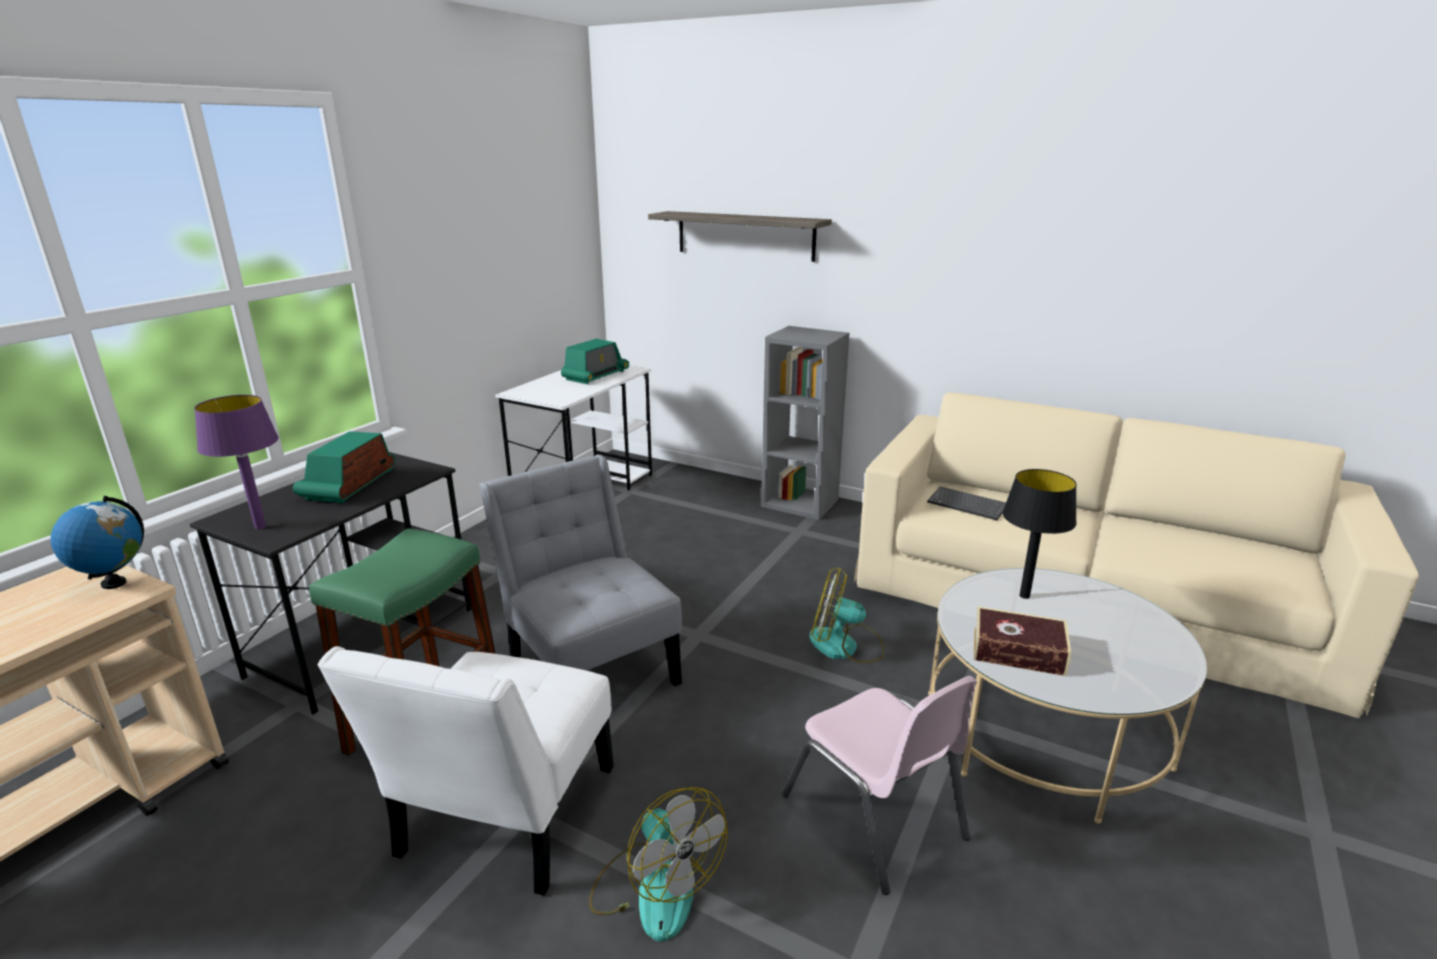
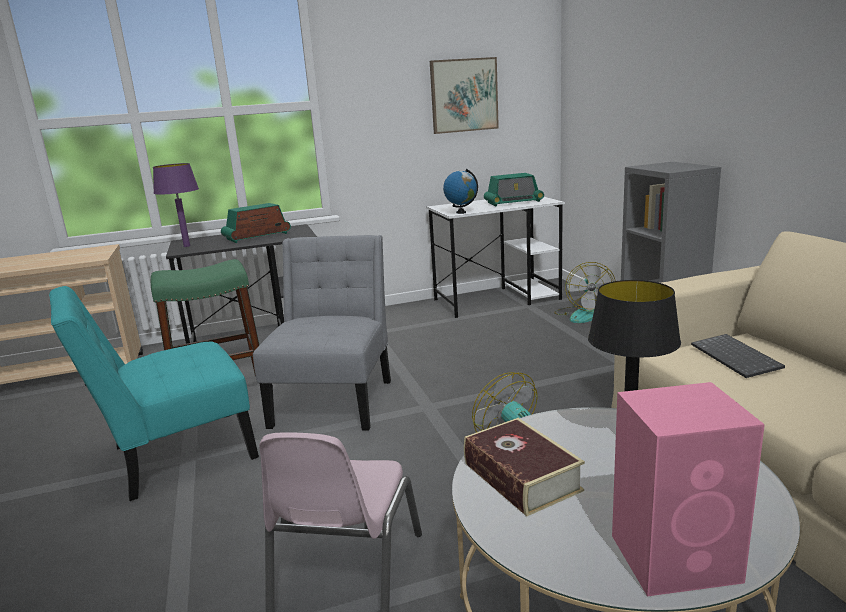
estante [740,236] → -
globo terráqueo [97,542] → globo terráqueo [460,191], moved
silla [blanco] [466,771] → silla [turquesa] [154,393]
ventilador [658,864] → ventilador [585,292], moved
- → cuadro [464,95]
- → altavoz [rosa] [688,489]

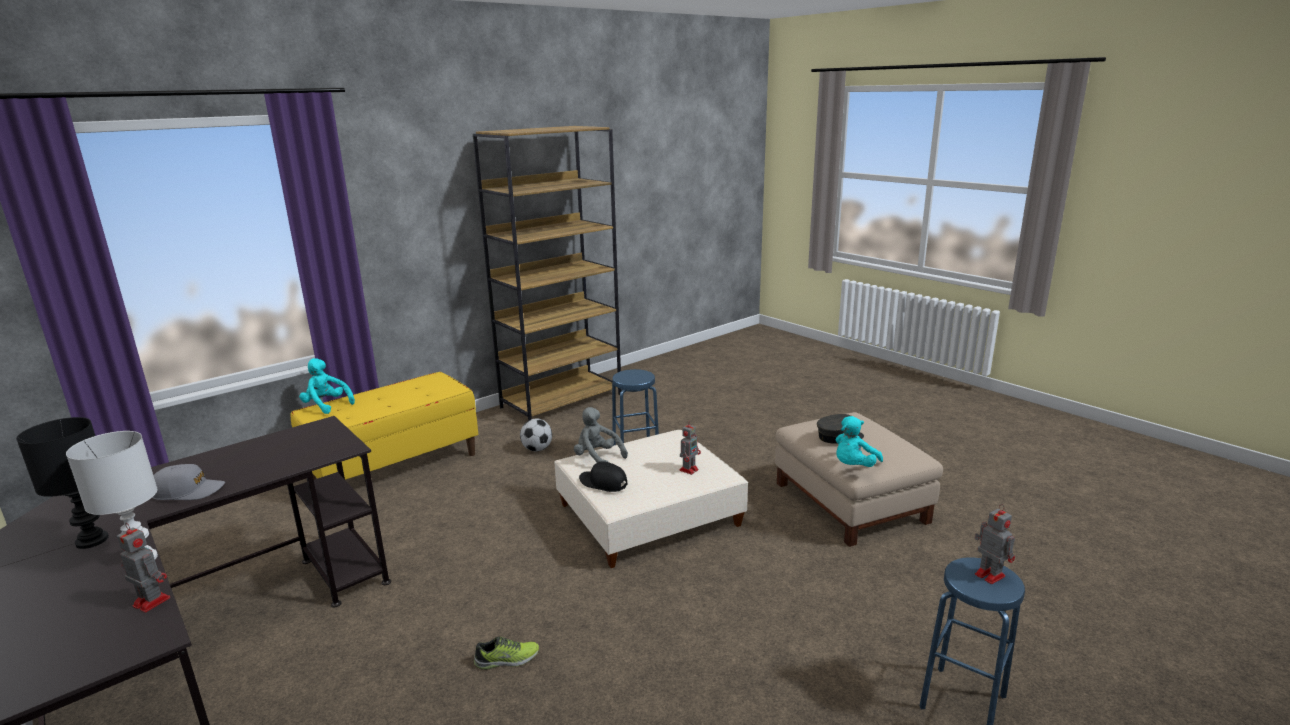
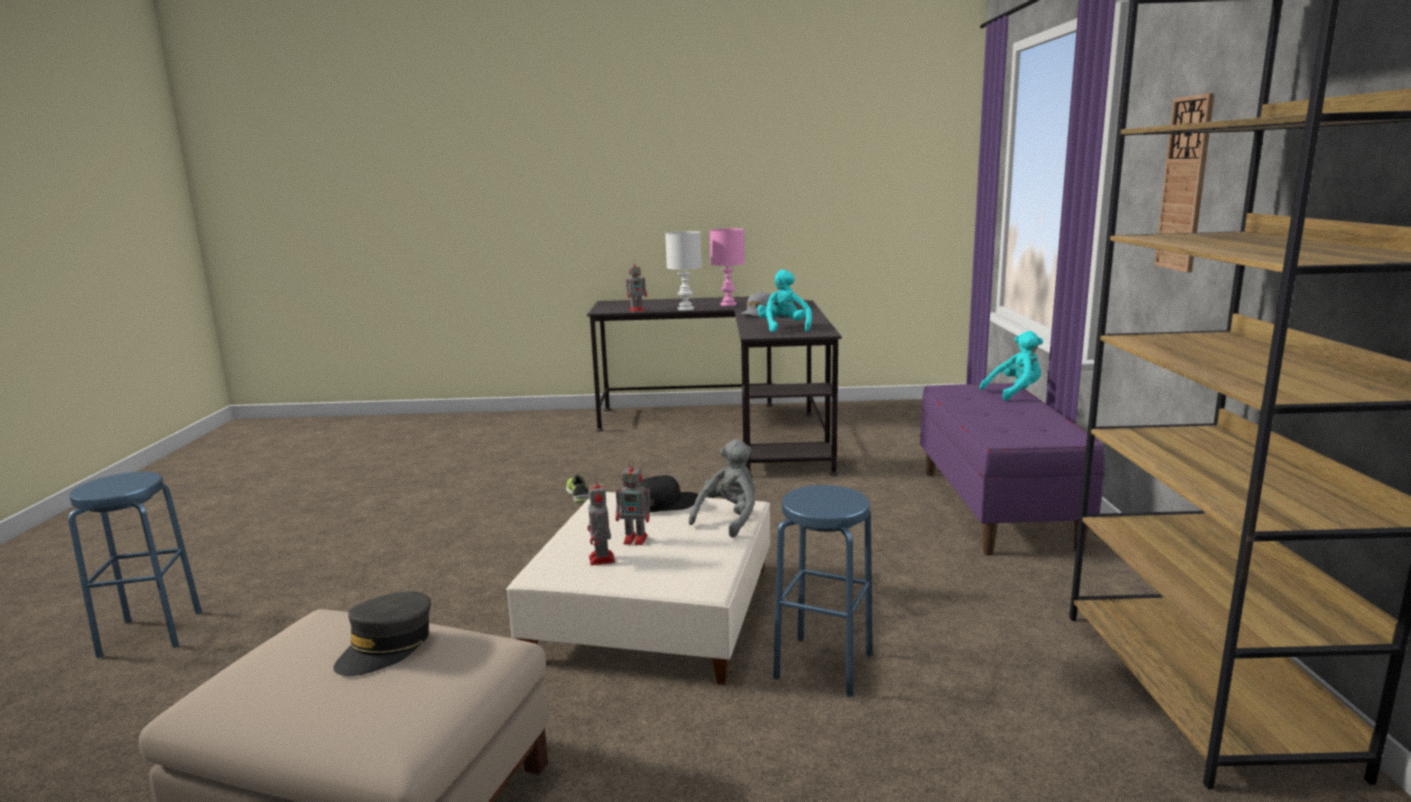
banco [amarillo] [384,426] → banco [morado] [1012,469]
peluche [gris] [601,435] → peluche [gris] [722,488], 45 degrees counterclockwise
peluche [turquesa] [859,441] → peluche [turquesa] [784,301], moved
lámpara de mesa [negro] [62,483] → lámpara de mesa [rosa] [727,267]
balón de fútbol [536,435] → -
robot de juguete [994,544] → robot de juguete [635,502], moved
zapato [506,653] → zapato [577,489], 135 degrees clockwise
- → reloj de pared [1184,183]

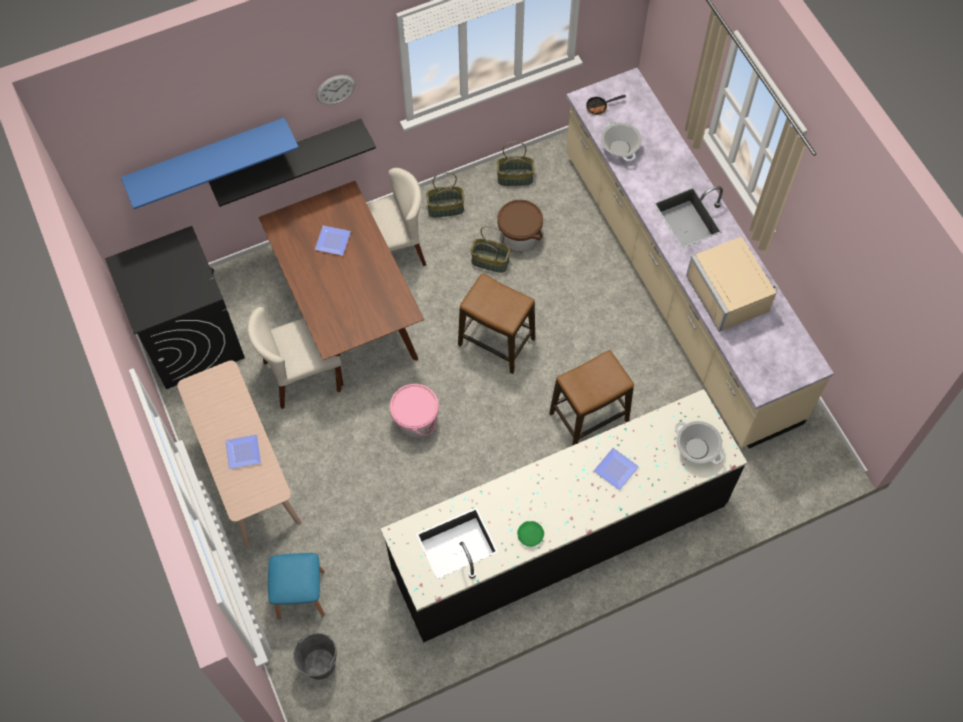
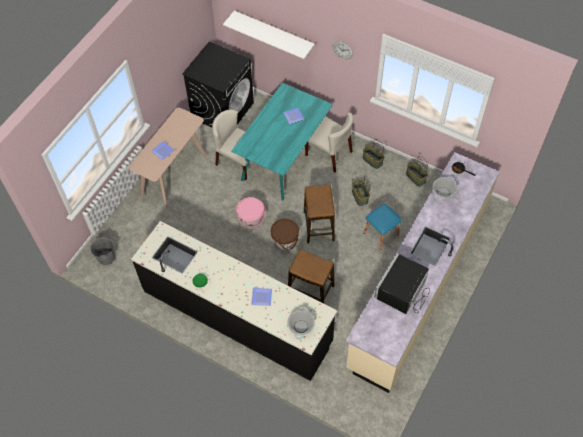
estante [azul] [210,163] → estante [blanco] [269,35]
estante [negro] [292,163] → -
mesa de comedor [marrón] [341,286] → mesa de comedor [turquesa] [282,142]
cubo [marrón] [520,225] → cubo [marrón] [285,234], moved
microondas [beis] [732,284] → microondas [negro] [402,283]
taburete [azul] [296,586] → taburete [azul] [382,227], moved

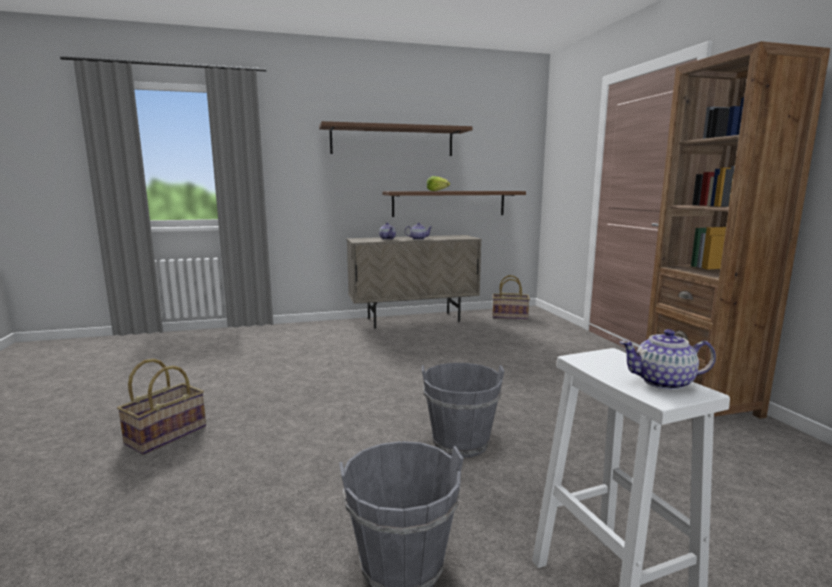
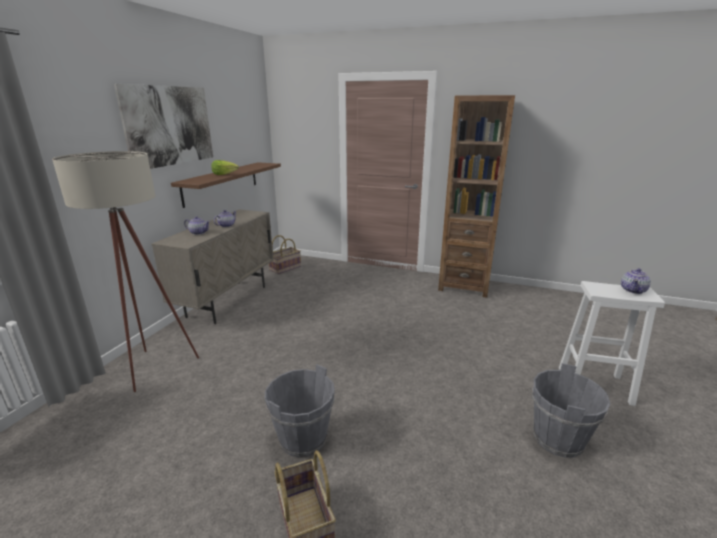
estante [marrón] [396,138] → cuadro [163,126]
cubo [gris] [463,410] → cubo [gris] [300,410], moved
- → lámpara de pie [beis] [125,271]

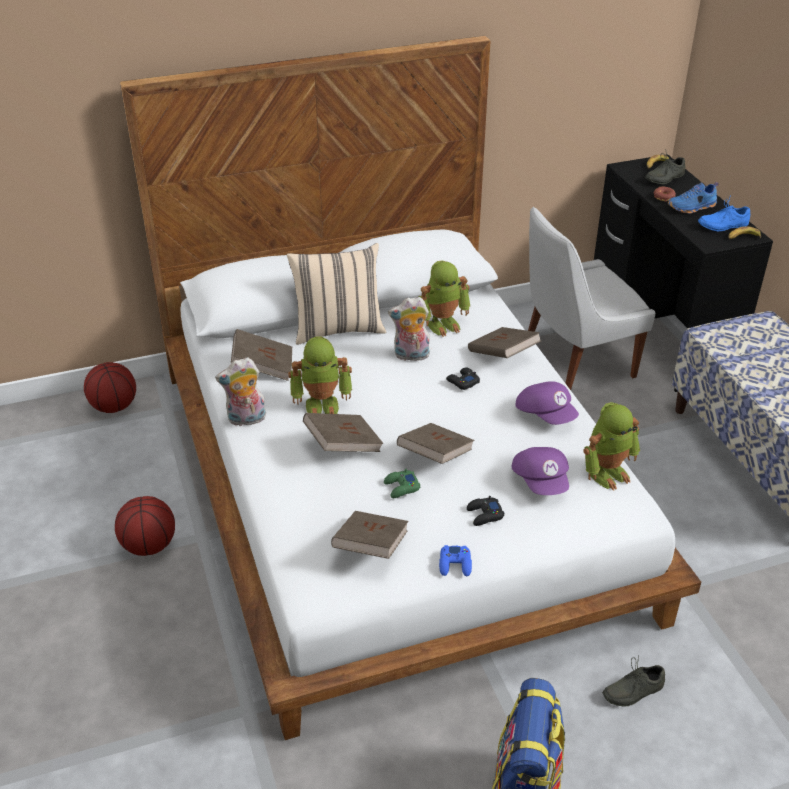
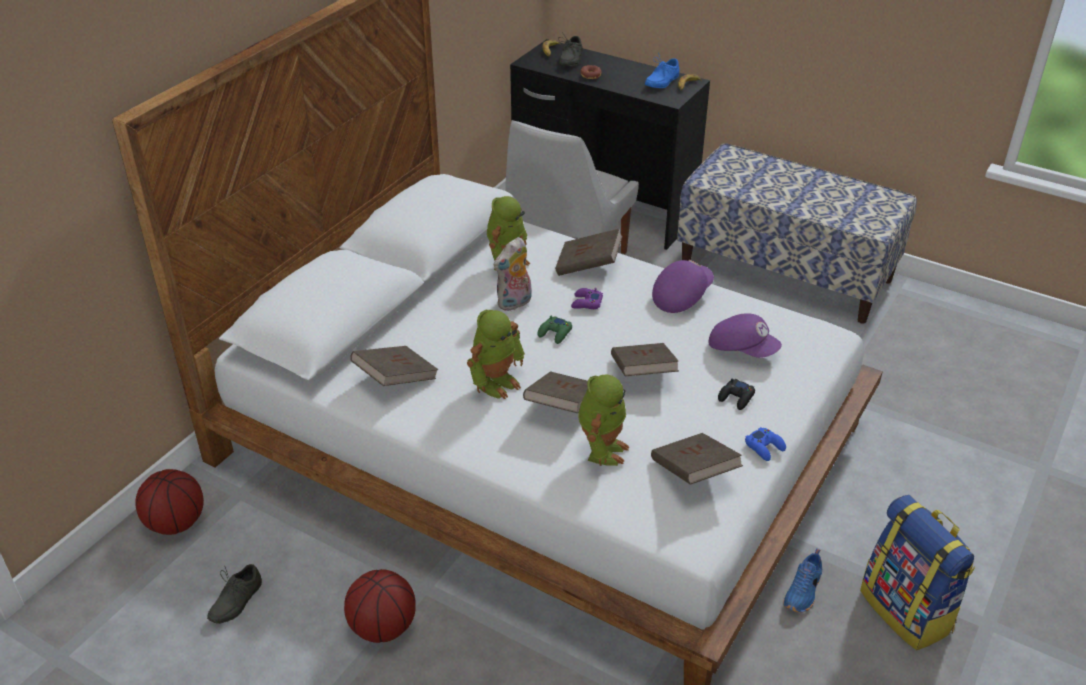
zapato [azul] [693,198] → zapato [azul] [802,580], moved
cojín [beis] [337,294] → -
peluche [240,391] → -
mando de consola [negro] [463,378] → mando de consola [morado] [587,298]
gorra [morado] [547,403] → gorra [morado] [683,286], 60 degrees counterclockwise
robot de juguete [611,446] → robot de juguete [604,420], moved
mando de consola [verde] [402,483] → mando de consola [verde] [554,330], moved
zapato [gris] [633,680] → zapato [gris] [234,594], moved

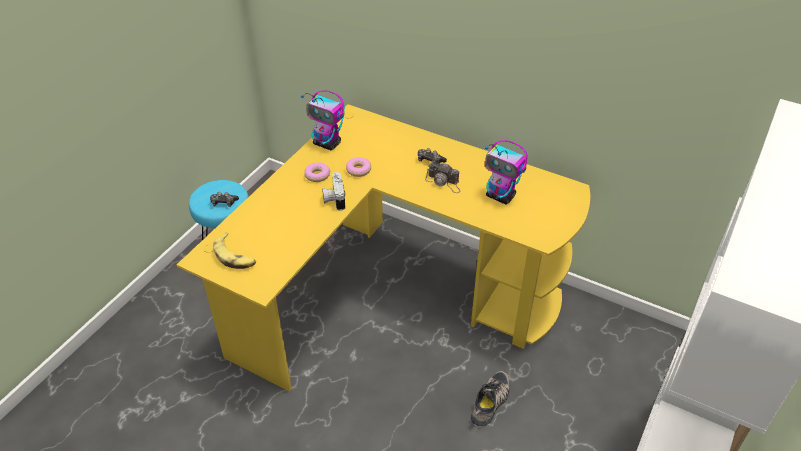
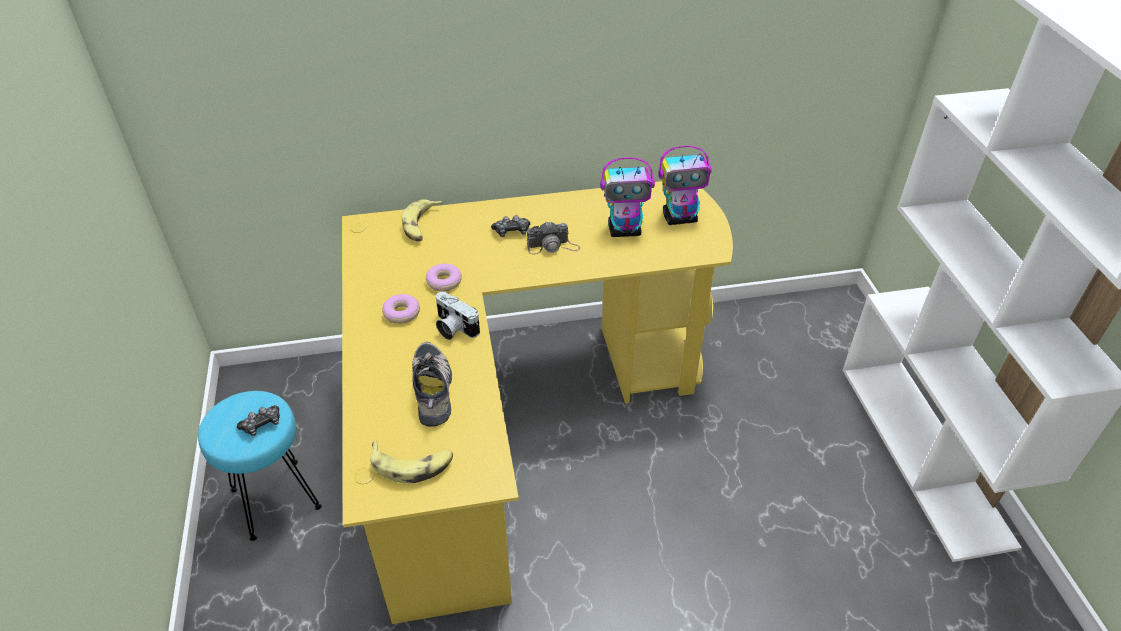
robot de juguete [323,120] → robot de juguete [685,185], moved
zapato [490,398] → zapato [432,384], moved
- → plátano [422,220]

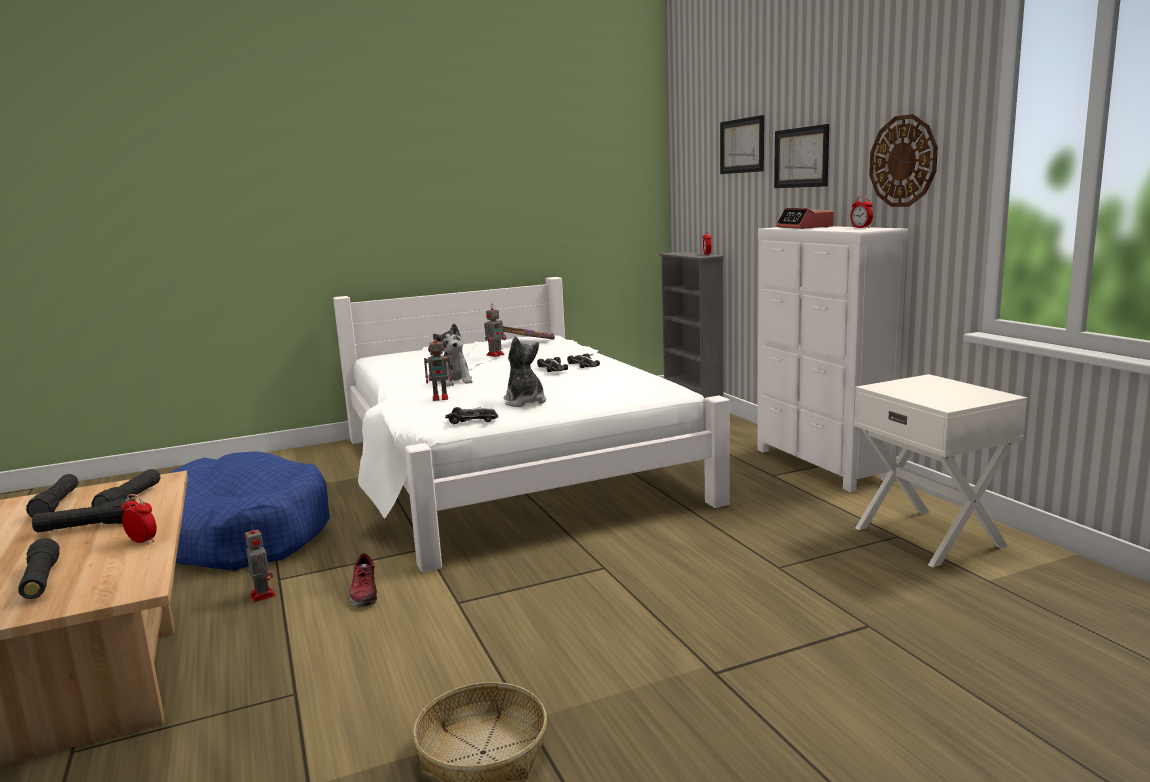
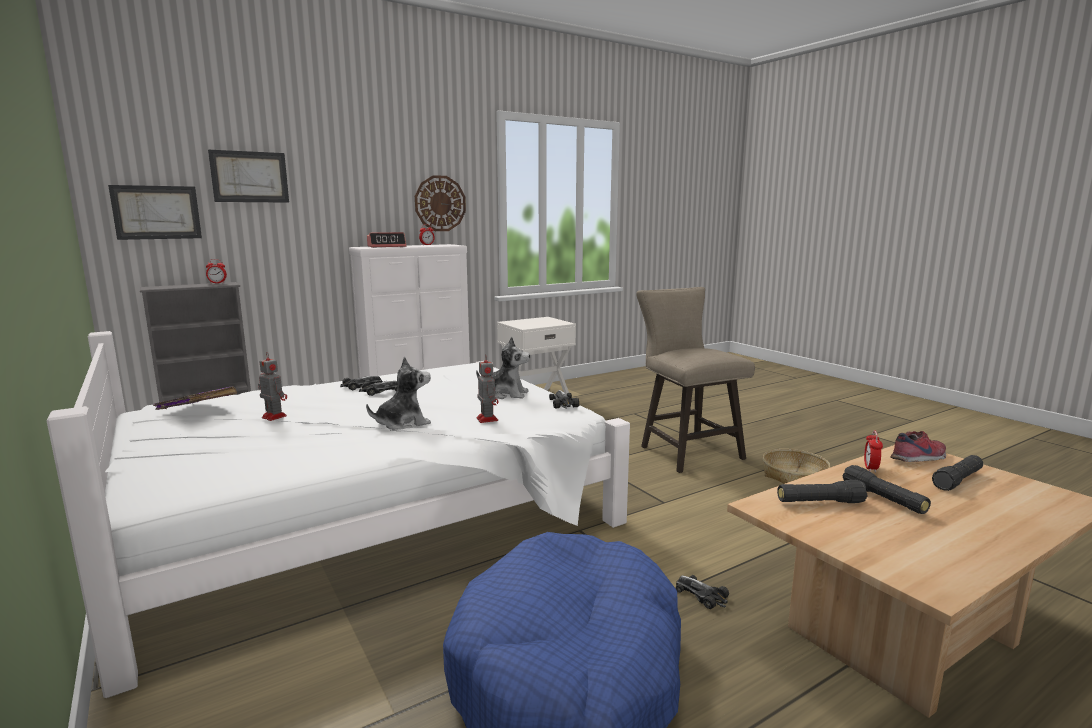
cuadro [801,156] → cuadro [155,212], moved
peluche [525,371] → peluche [503,368], 135 degrees counterclockwise
linterna [negro] [52,496] → -
robot de juguete [260,563] → coche de juguete [702,592]
zapato [363,580] → zapato [918,446], moved
- → taburete [beis] [695,380]

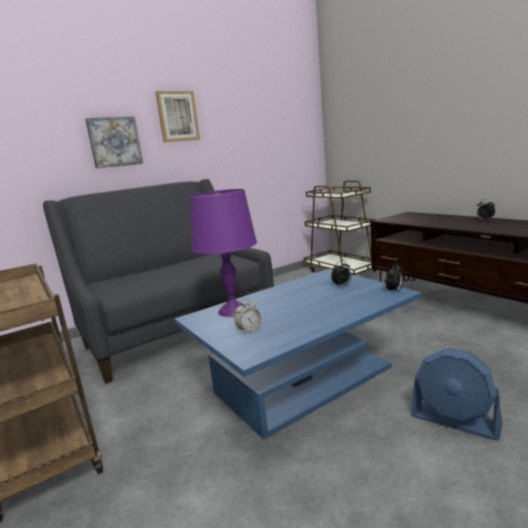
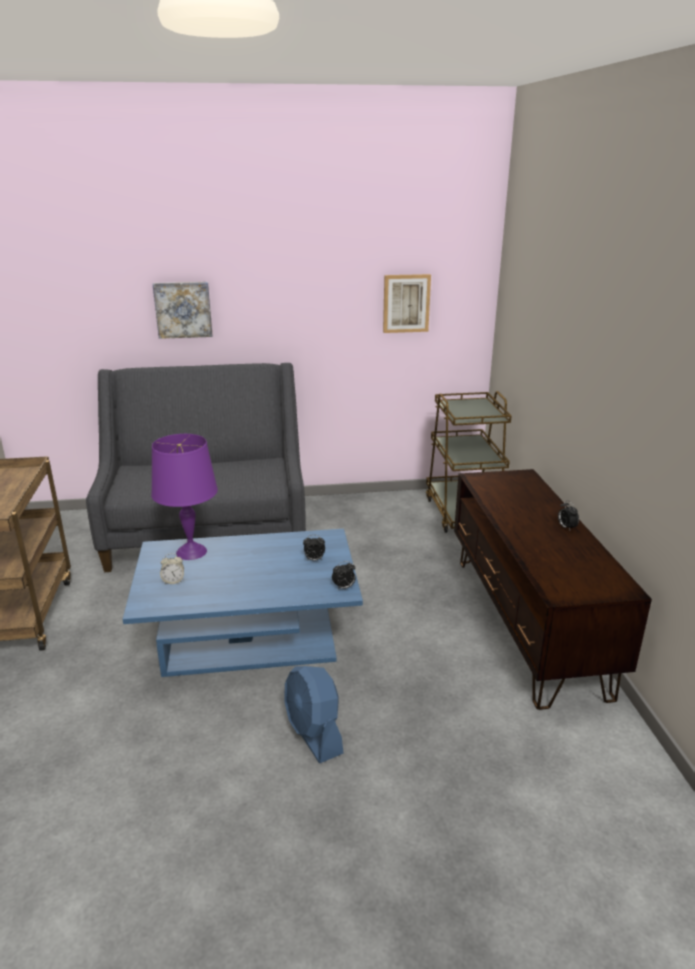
cuadro [177,116] → cuadro [407,303], moved

